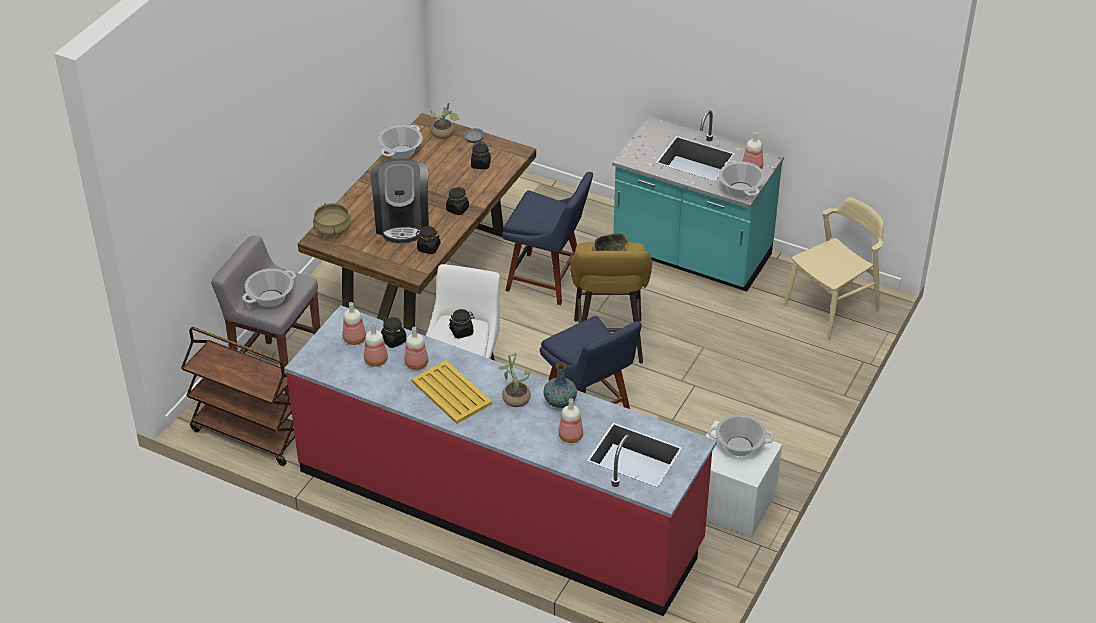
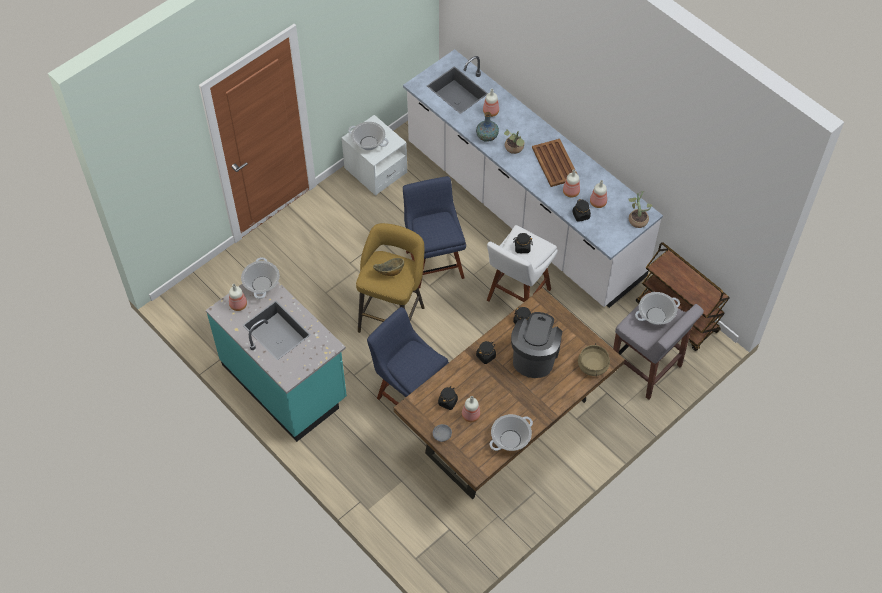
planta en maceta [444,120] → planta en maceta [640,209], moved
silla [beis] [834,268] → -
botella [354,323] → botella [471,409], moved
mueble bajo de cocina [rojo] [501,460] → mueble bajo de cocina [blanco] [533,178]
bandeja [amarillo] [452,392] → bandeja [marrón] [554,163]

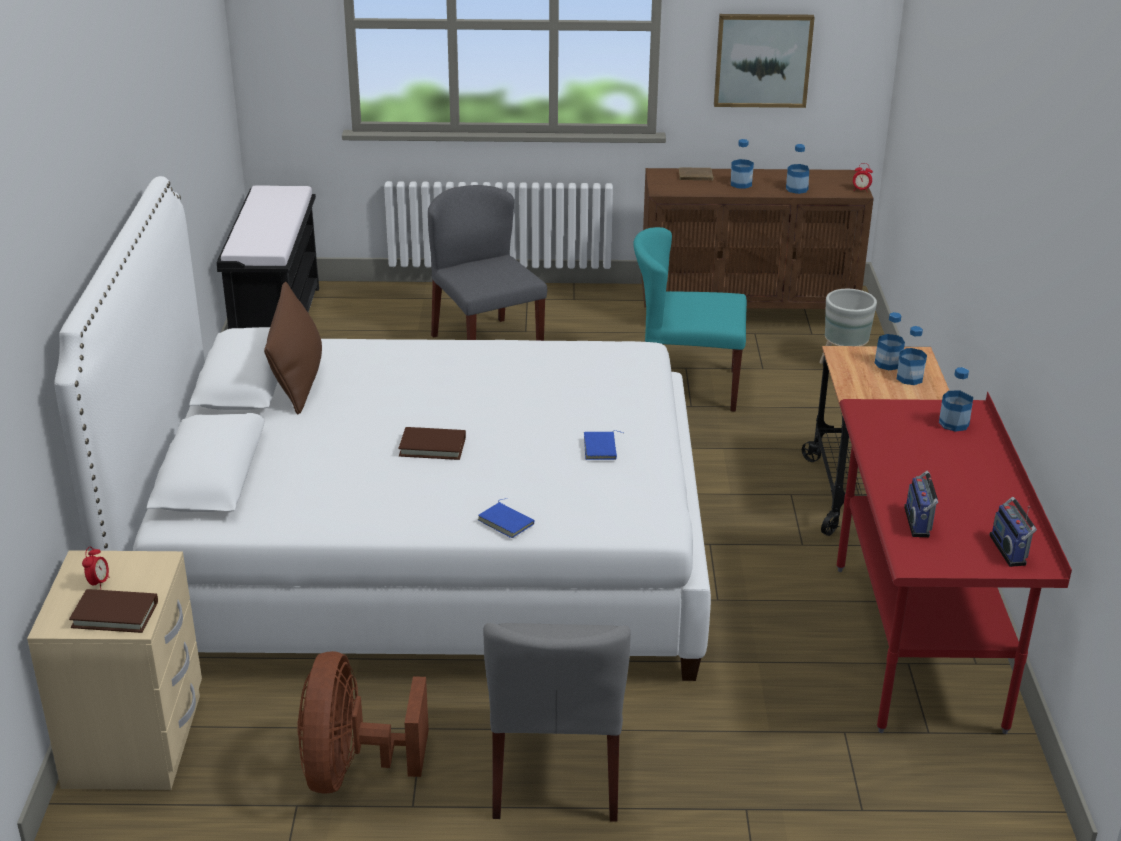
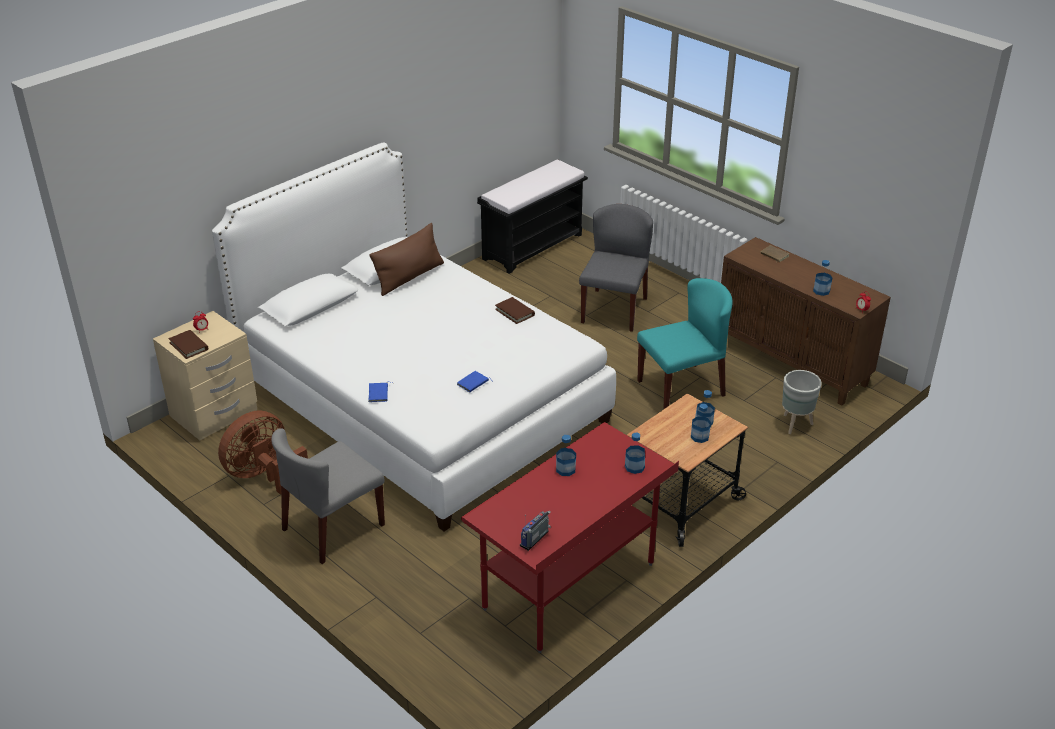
cuadro [764,61] → -
botella [742,164] → botella [566,455], moved
silla [turquesa] [690,319] → silla [turquesa] [685,344], 105 degrees clockwise
libro [marrón] [432,443] → libro [marrón] [515,310], moved
radio [921,504] → -

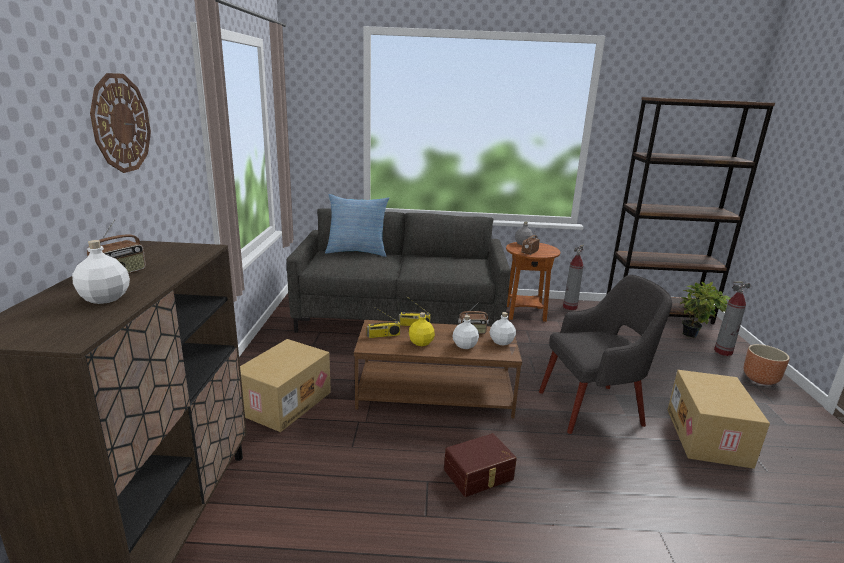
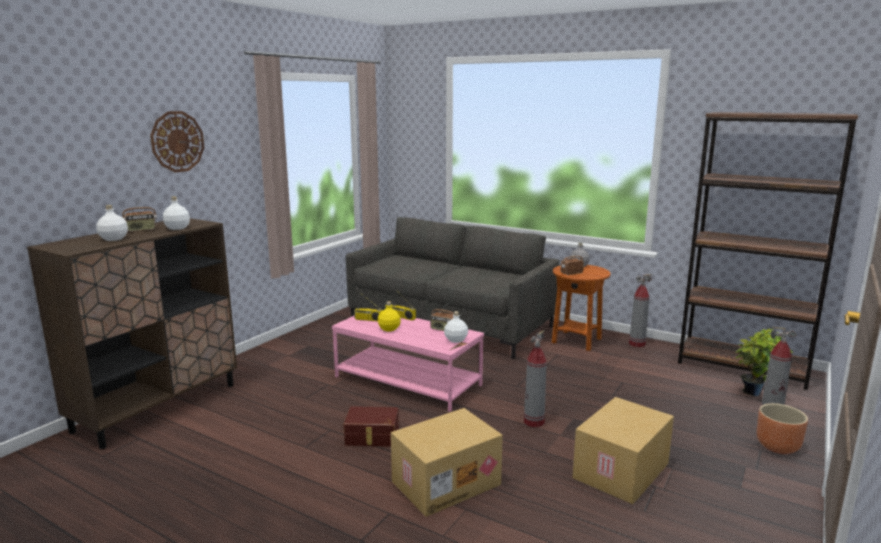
cojín [357,225] → -
sillón [gris] [605,354] → extintor [535,378]
botella [blanco] [465,332] → botella [blanco] [176,213], moved
mesa de centro [marrón] [438,369] → mesa de centro [rosa] [408,364]
caja de cartón [285,385] → caja de cartón [447,462], moved

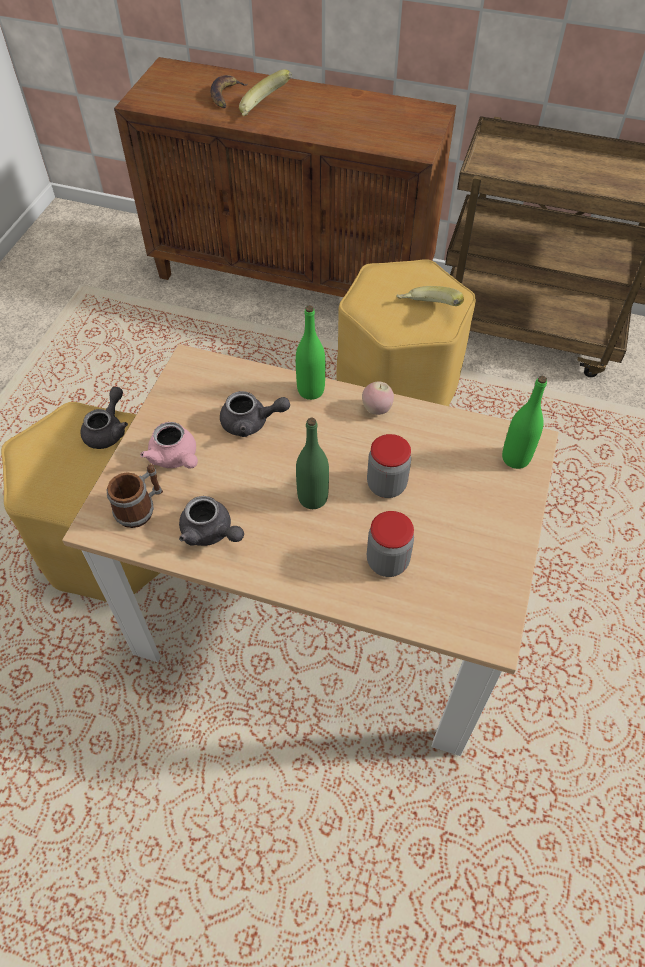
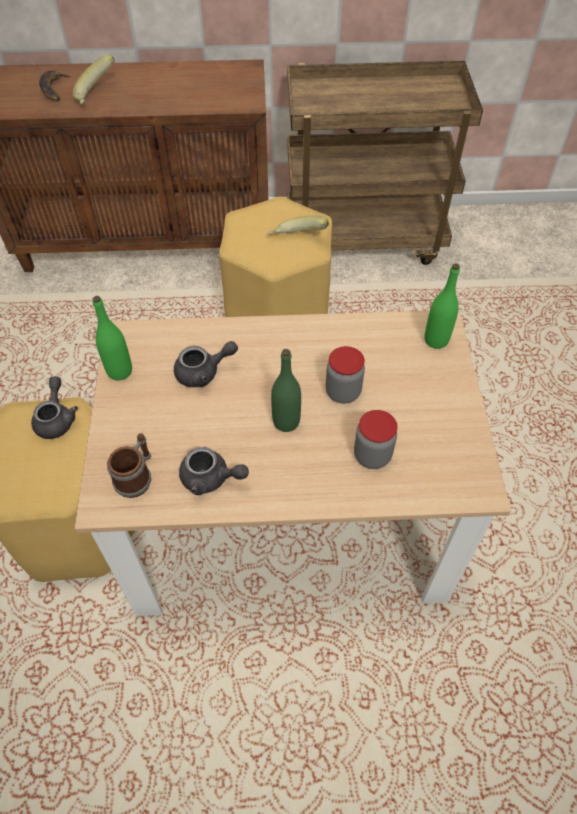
botella [verde] [310,352] → botella [verde] [112,338], moved
manzana [378,398] → -
tetera [rosa] [169,445] → -

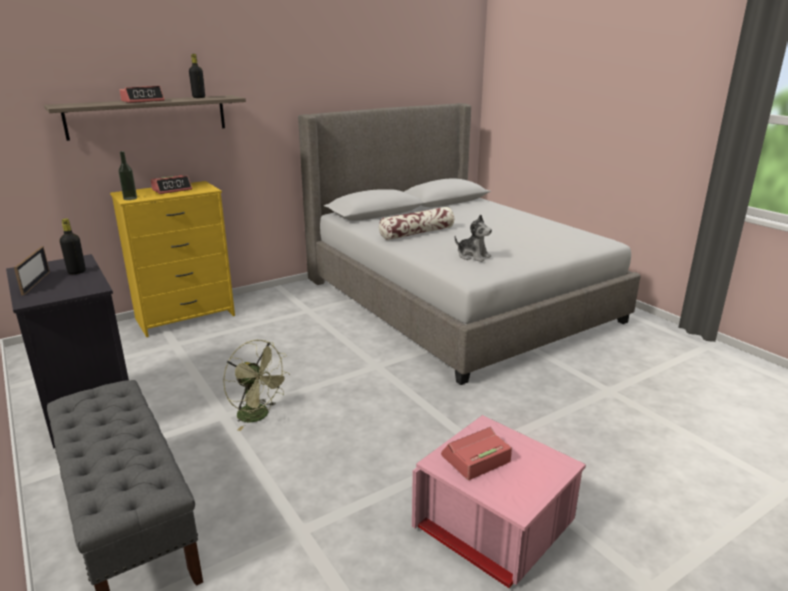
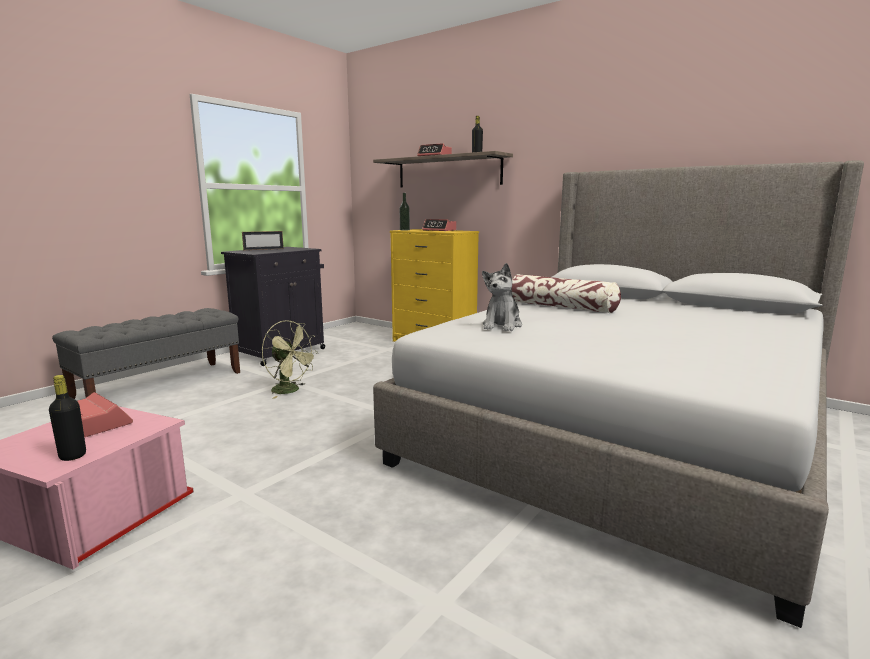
botella [negro] [73,246] → botella [negro] [67,418], moved
ventilador [verde] [256,385] → ventilador [verde] [290,359], 75 degrees counterclockwise

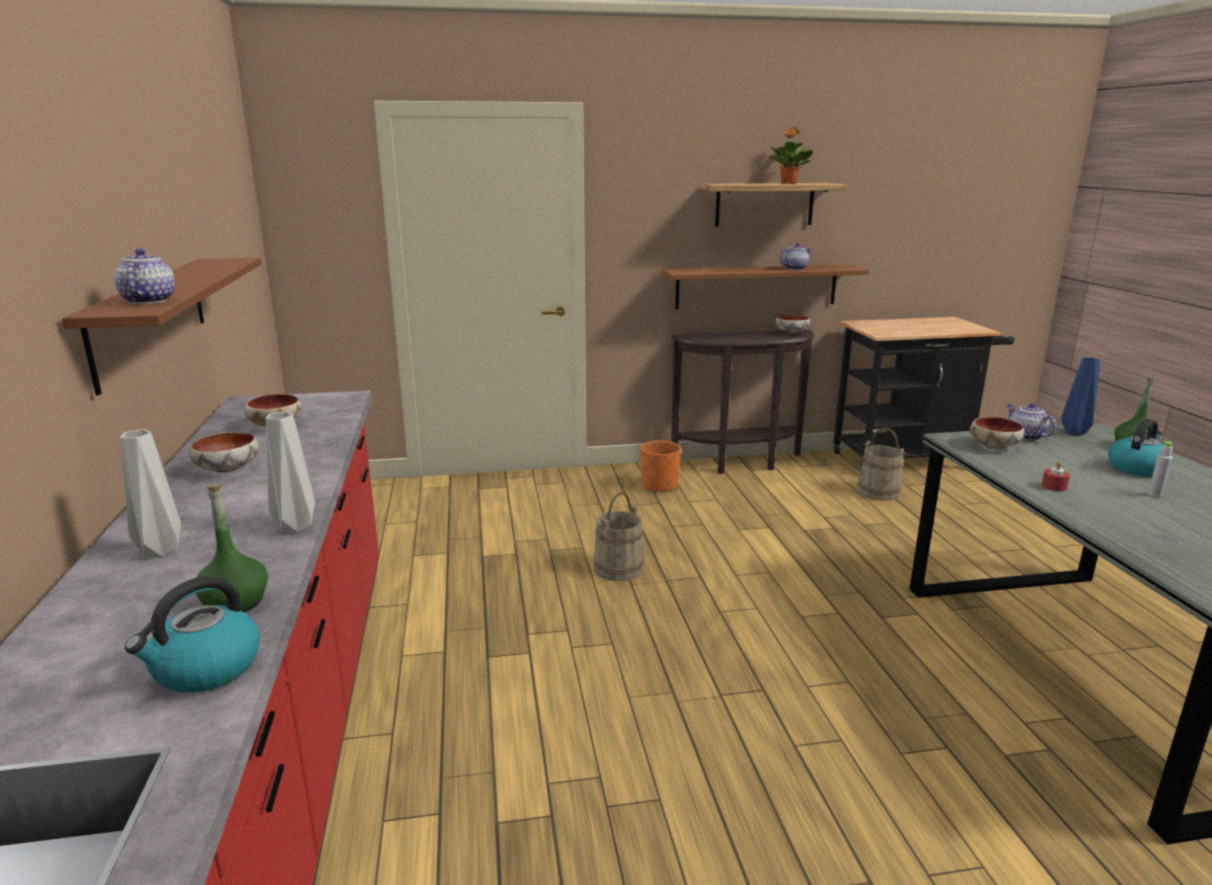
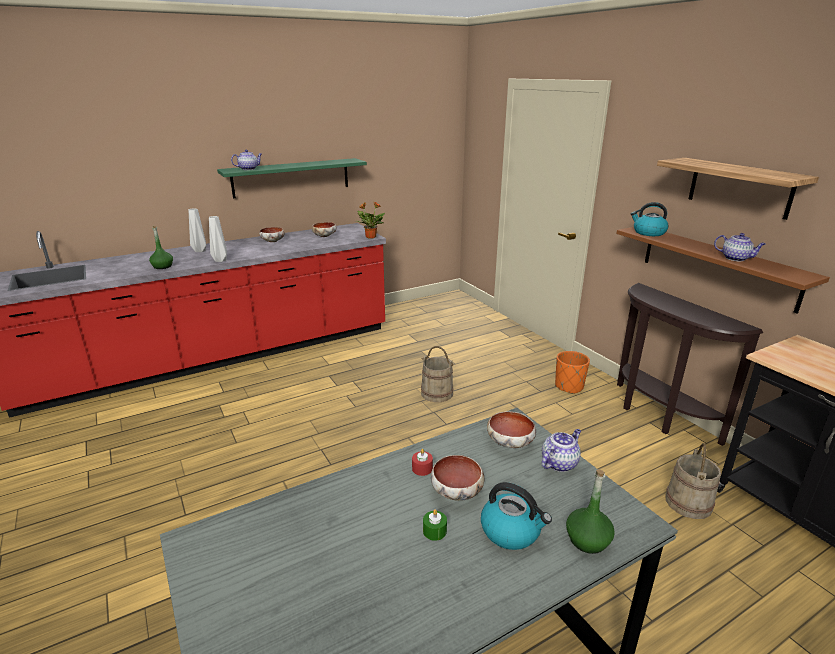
planta en maceta [791,155] → planta en maceta [370,220], moved
estante [marrón] [162,326] → estante [verde] [292,178]
cuenco [792,324] → cuenco [457,478], moved
florero [azul] [1080,396] → -
botella [gris] [1160,469] → vela [verde] [435,525]
hervidor [192,634] → hervidor [649,219], moved

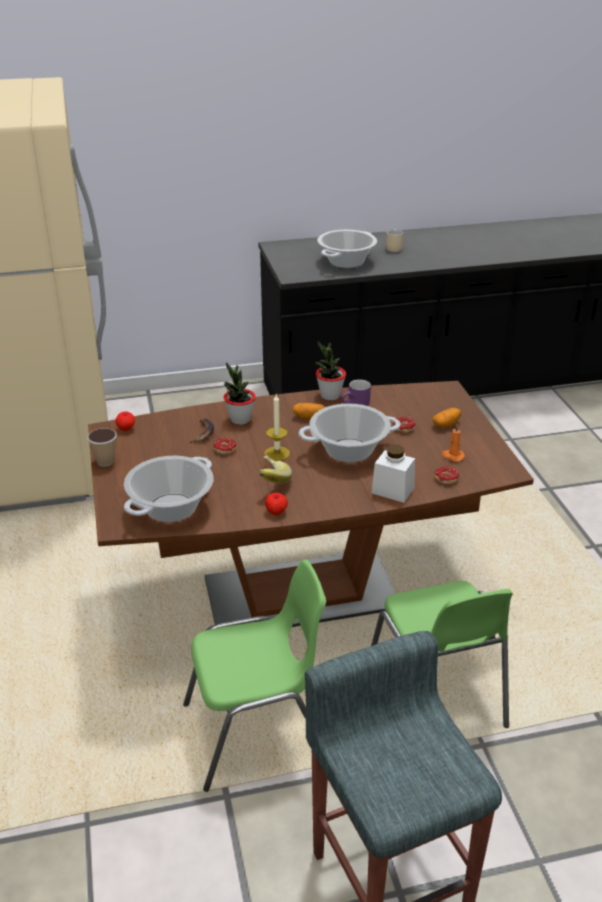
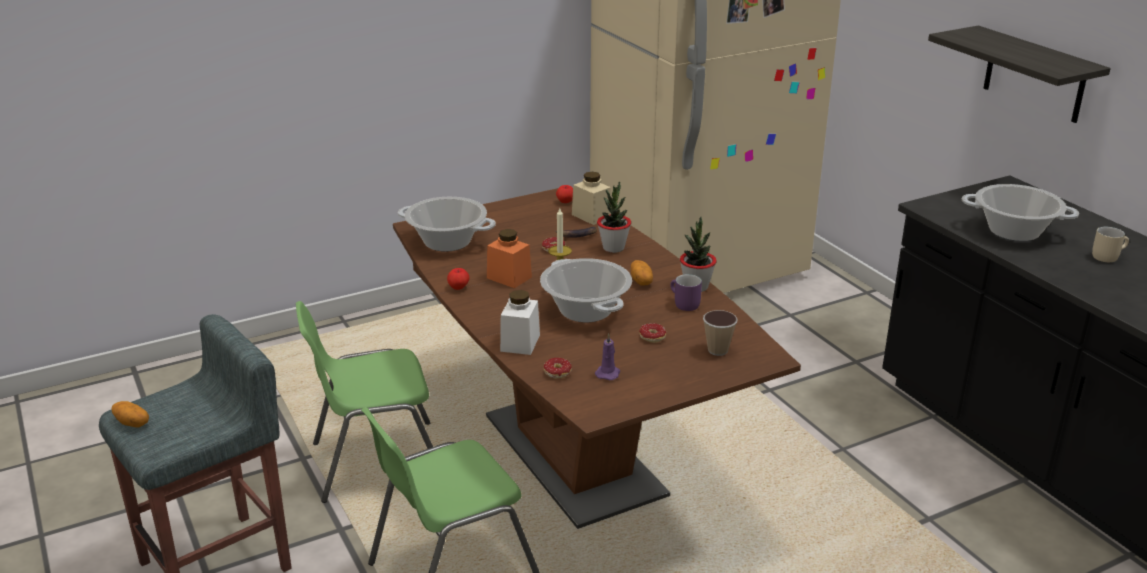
patata [447,417] → patata [130,414], moved
vela [naranja] [453,443] → vela [morado] [607,356]
taza [102,447] → taza [720,333], moved
plátano [275,469] → tarro [naranja] [509,258]
silla [verde] [254,676] → silla [verde] [364,402], 105 degrees clockwise
- → estante [1019,74]
- → tarro [beis] [591,198]

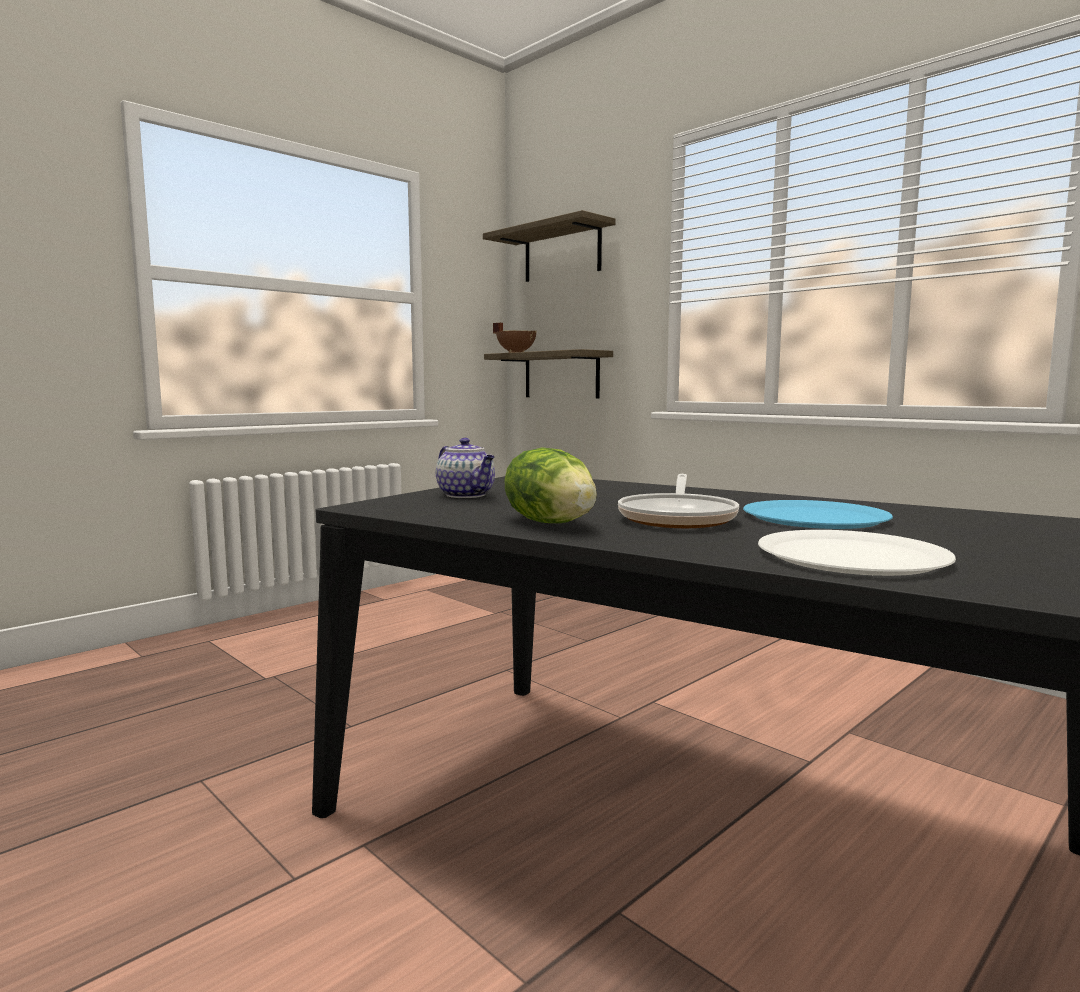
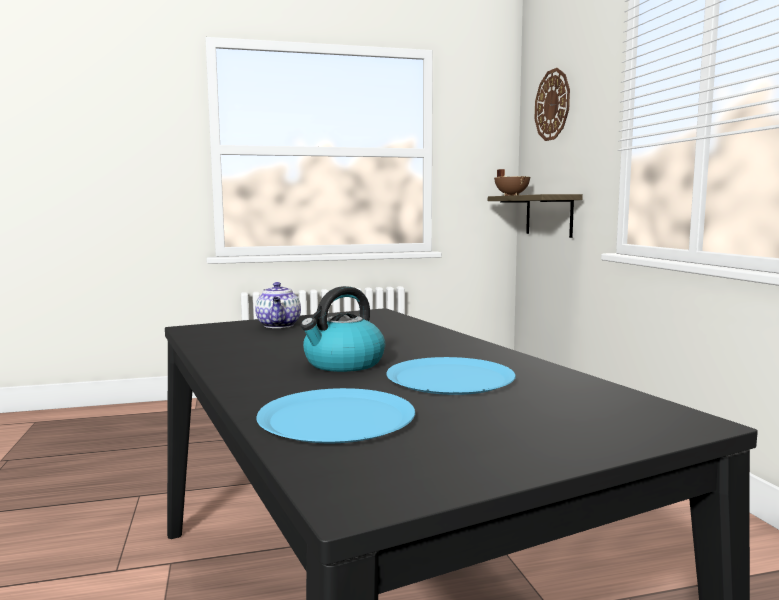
estante [549,246] → reloj de pared [552,104]
lechuga [550,485] → -
sartén [678,501] → hervidor [342,329]
plato [blanco] [857,553] → plato [azul] [335,415]

